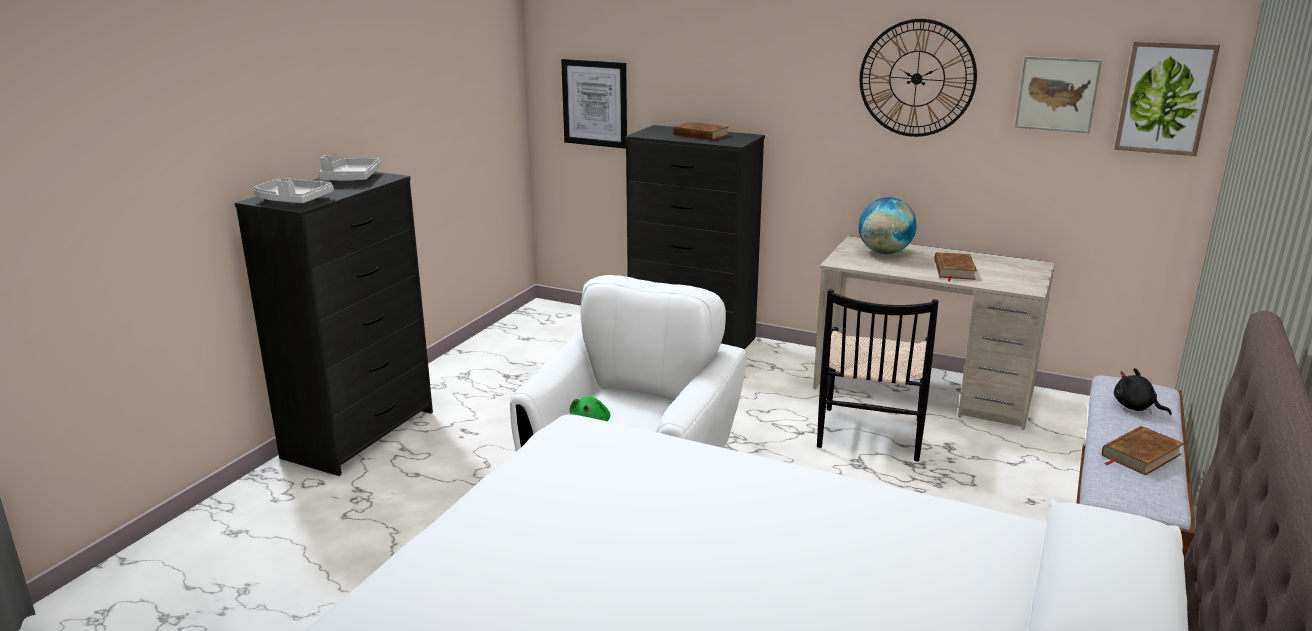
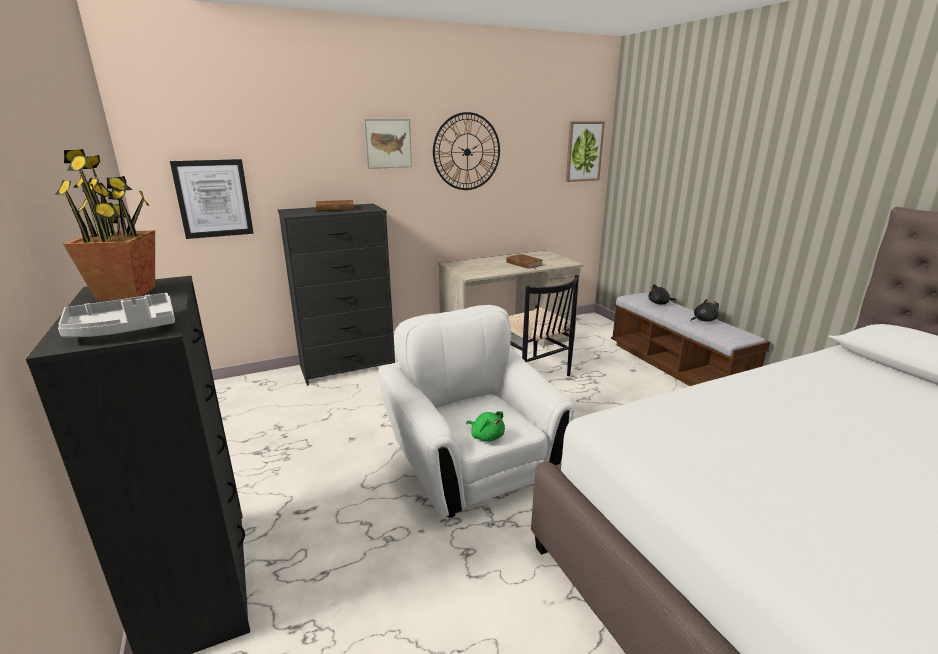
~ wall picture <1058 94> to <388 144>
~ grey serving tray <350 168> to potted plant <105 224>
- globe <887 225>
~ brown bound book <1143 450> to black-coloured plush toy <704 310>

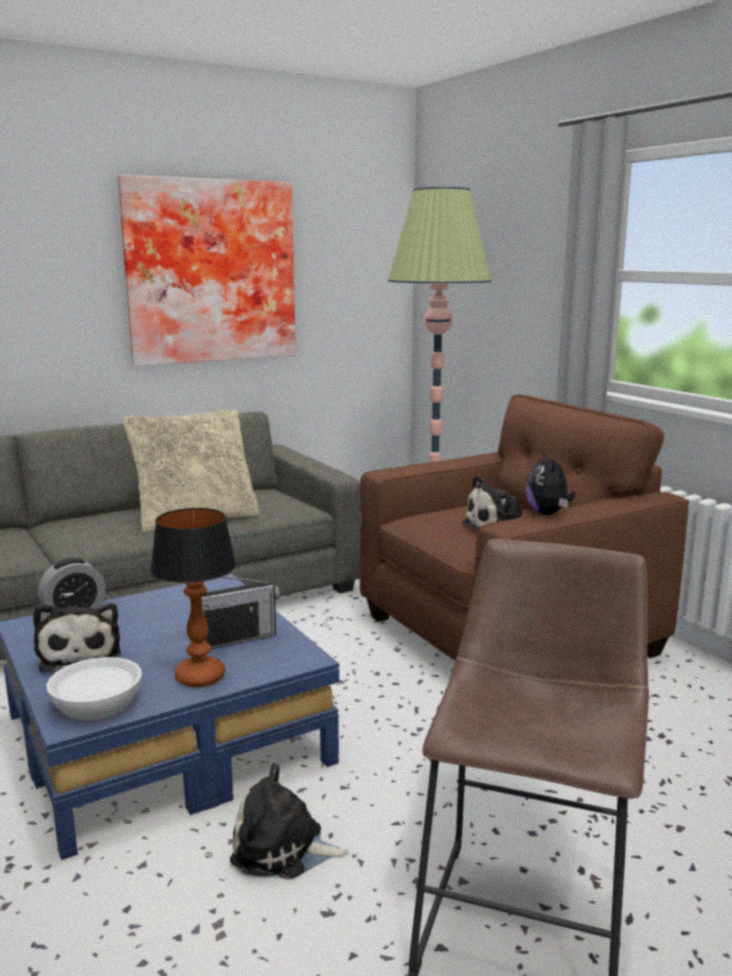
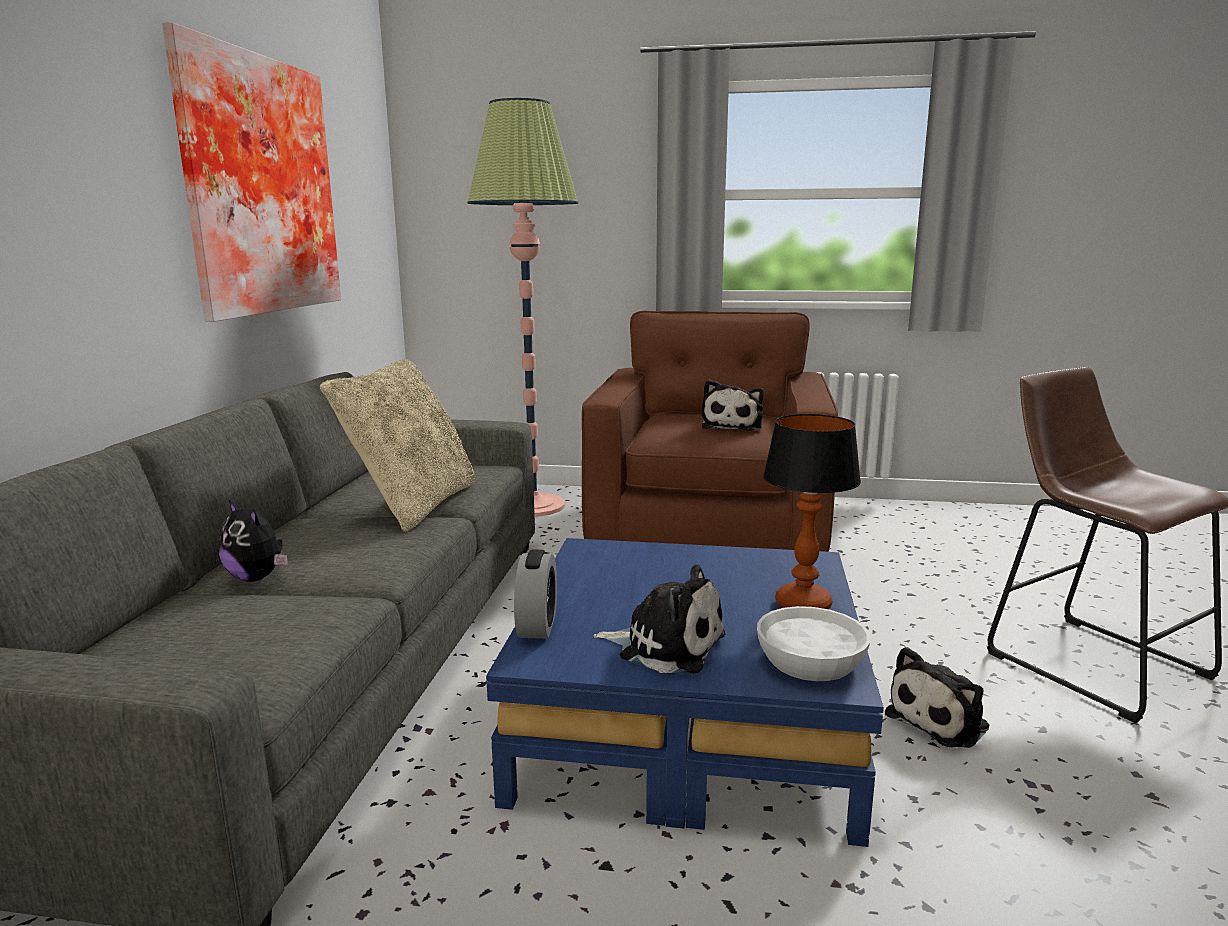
~ plush toy <551 483> to <253 541>
- radio receiver <240 612>

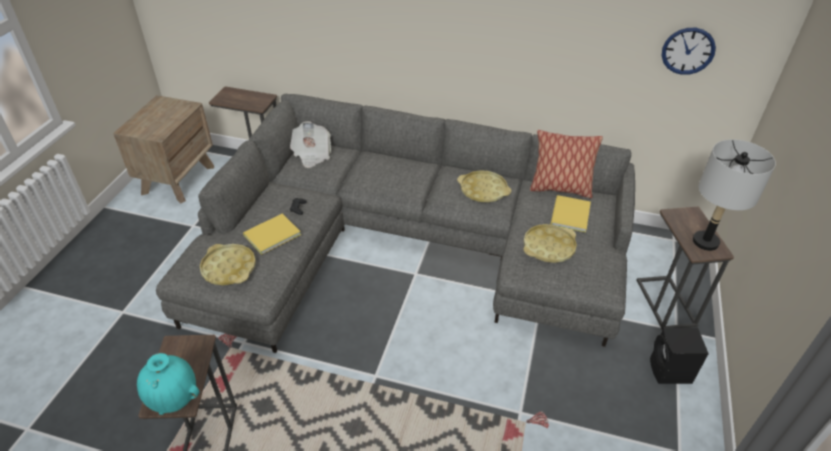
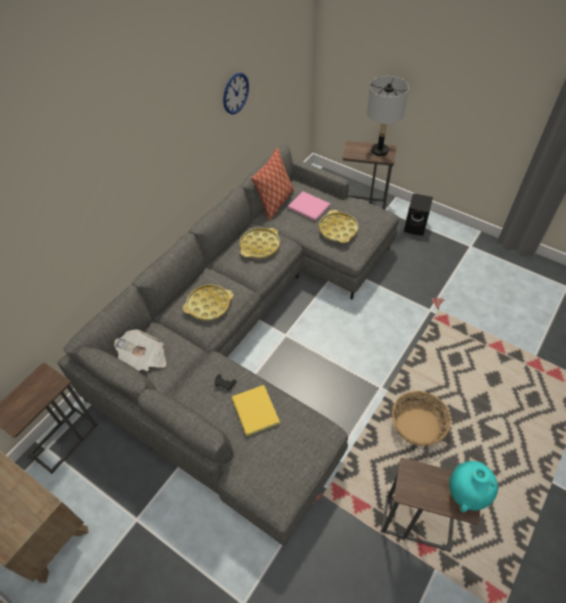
~ hanging clock <689 51> to <236 93>
~ yellow bound book <570 213> to pink-coloured bound book <309 206>
~ yellow serving tray <228 264> to <208 302>
+ basket <421 418>

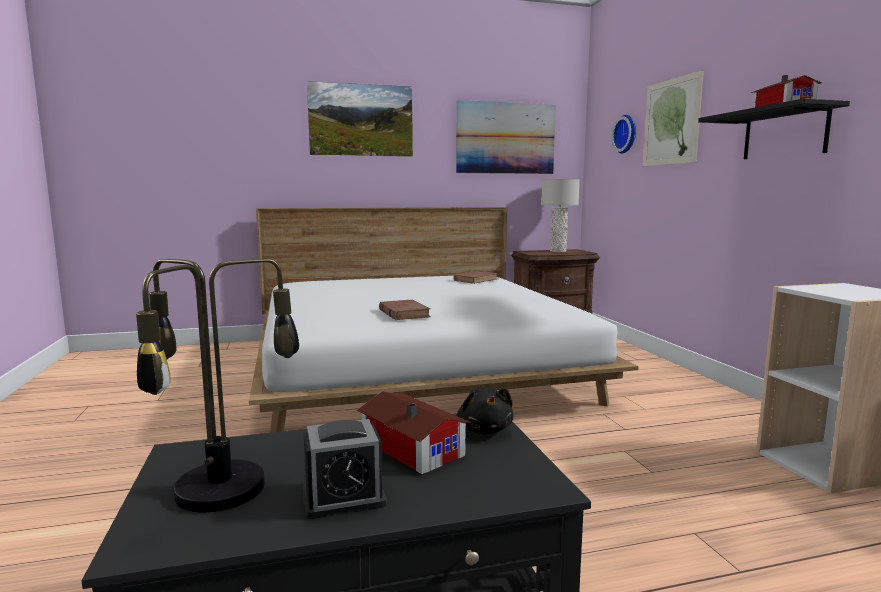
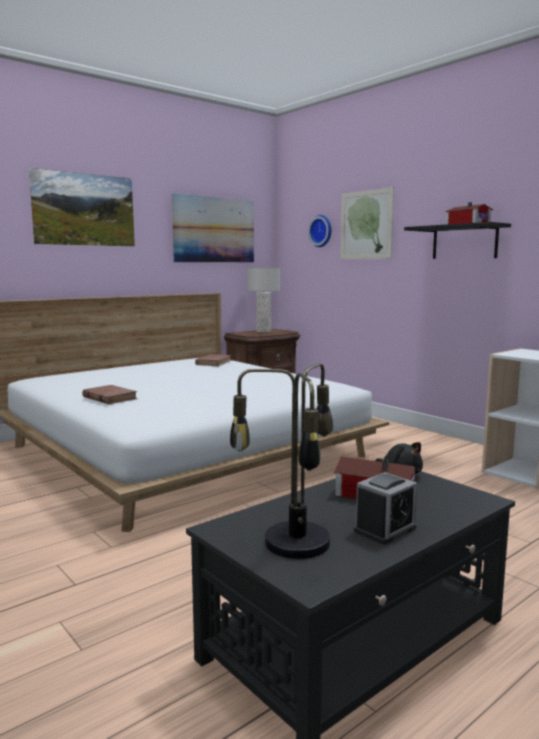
~ brown bound book <405 310> to <109 394>

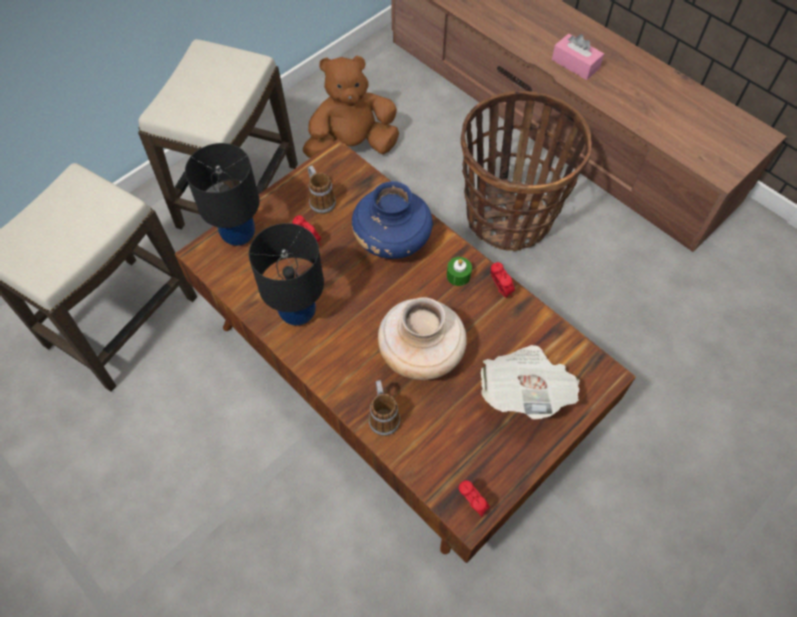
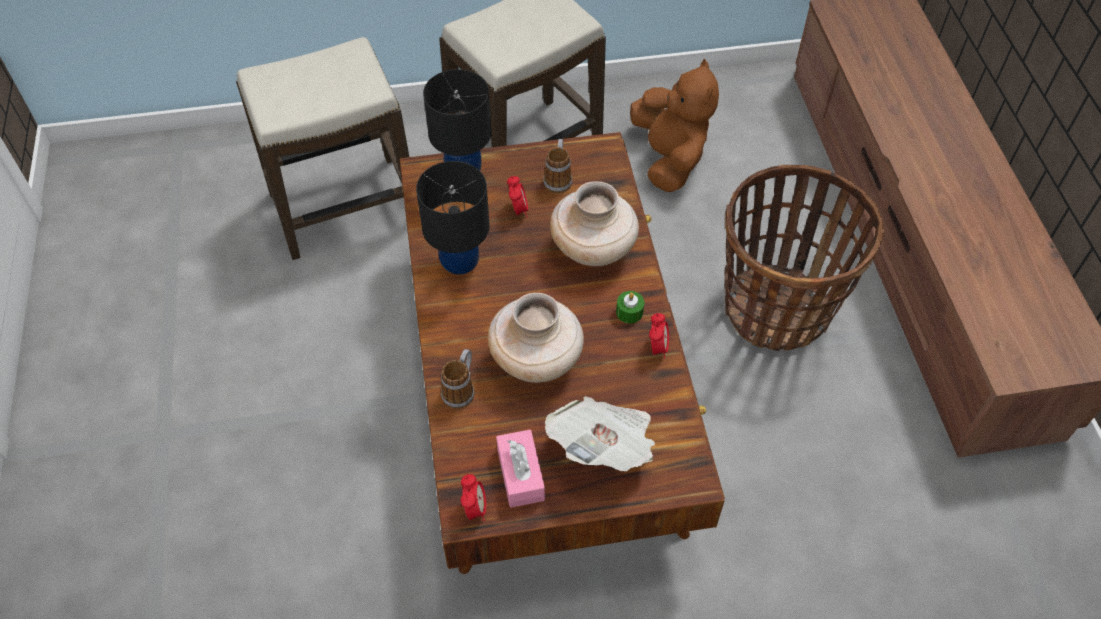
~ pink-coloured box of tissues <578 57> to <520 469>
~ brown plush toy <350 106> = <674 125> 60 degrees clockwise
~ blue decorative vase <392 220> to sand-coloured decorative vase <594 223>

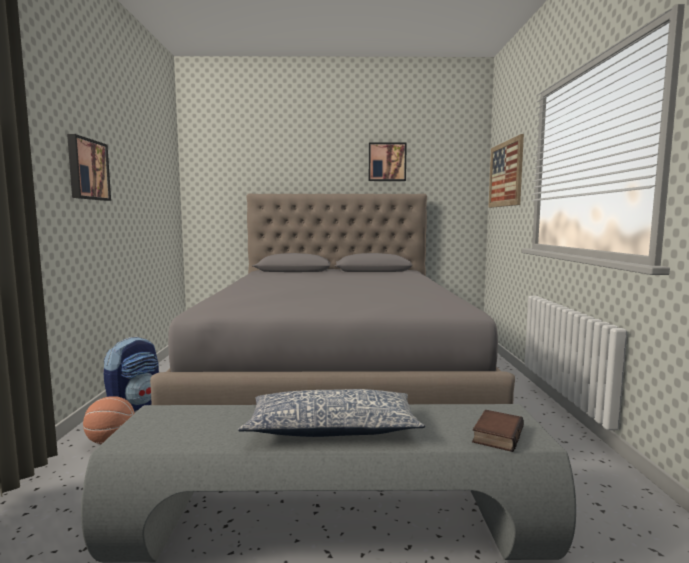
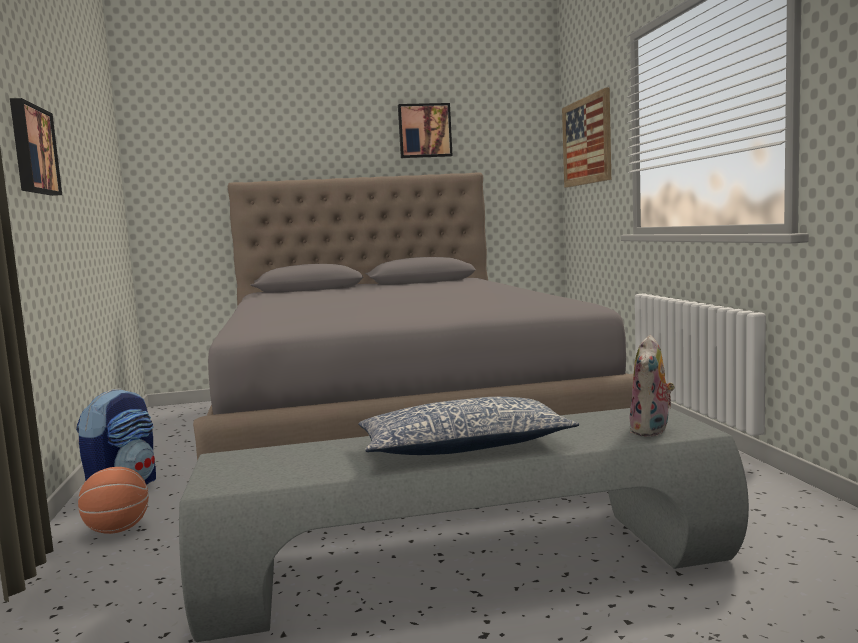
~ bound book <498 431> to plush toy <652 386>

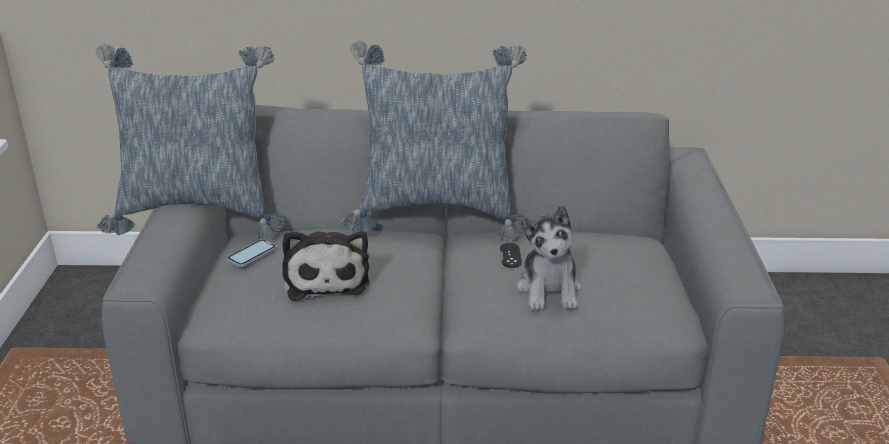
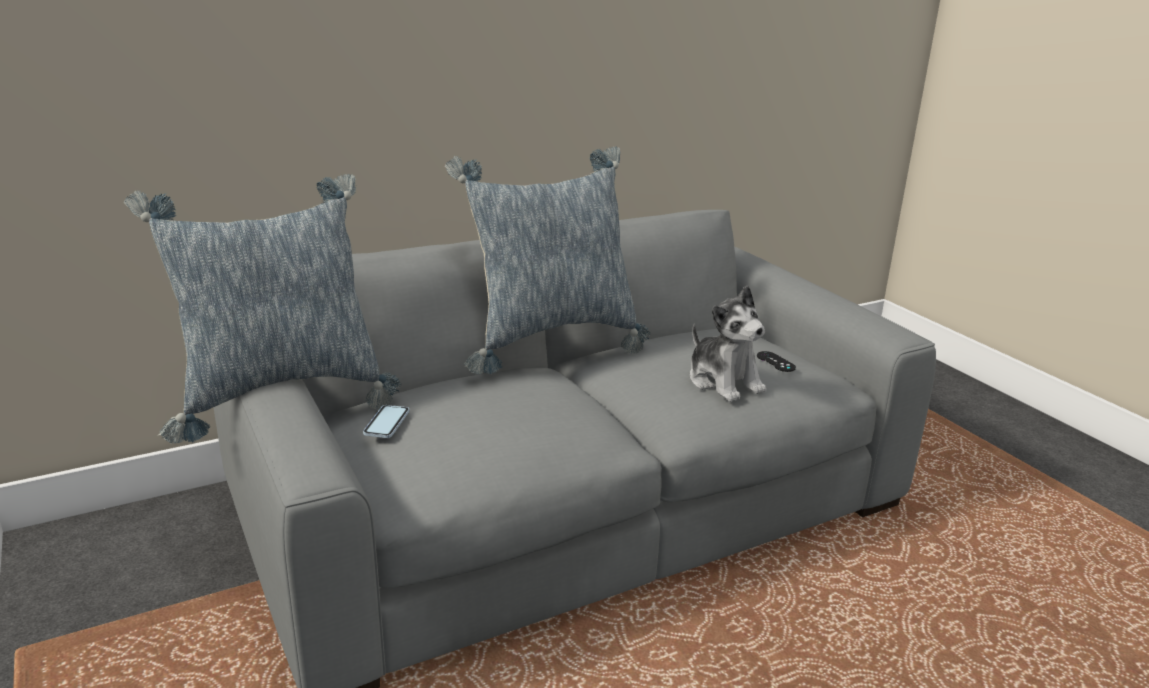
- plush toy <326 266>
~ black-coloured joypad <511 255> to <776 361>

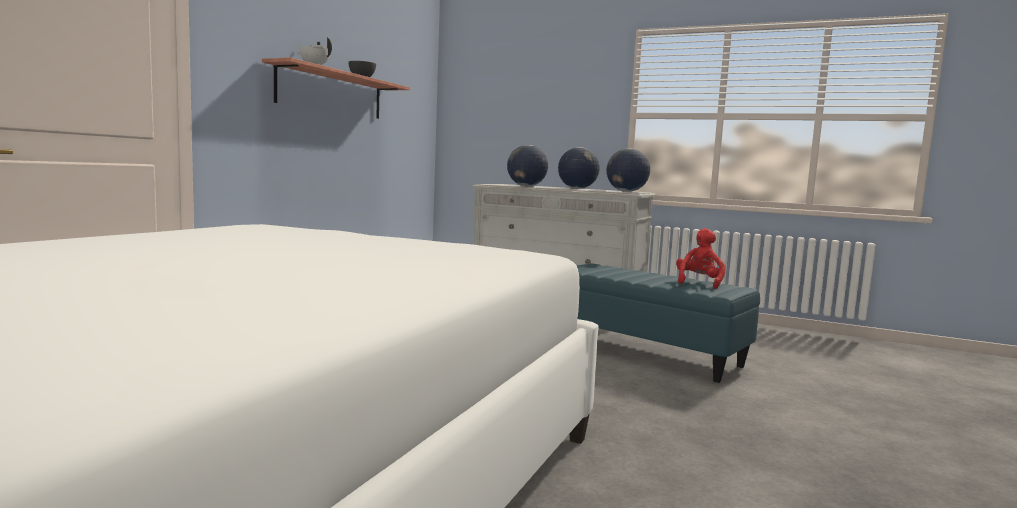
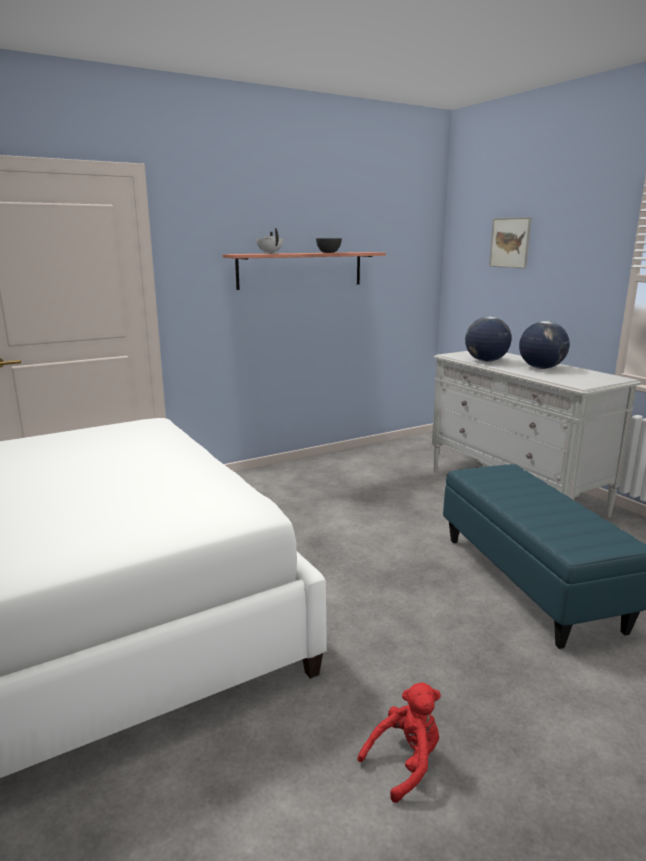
- globe <628 170>
~ reddish plush toy <701 258> to <399 743>
+ wall picture <510 243>

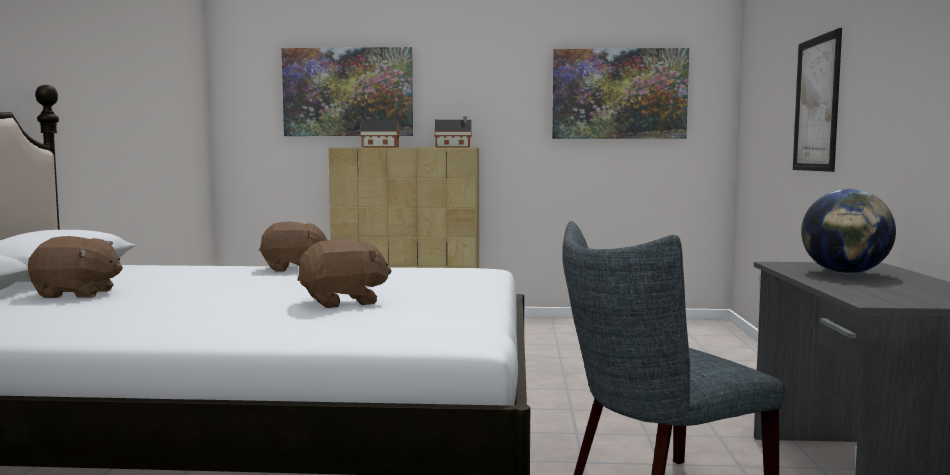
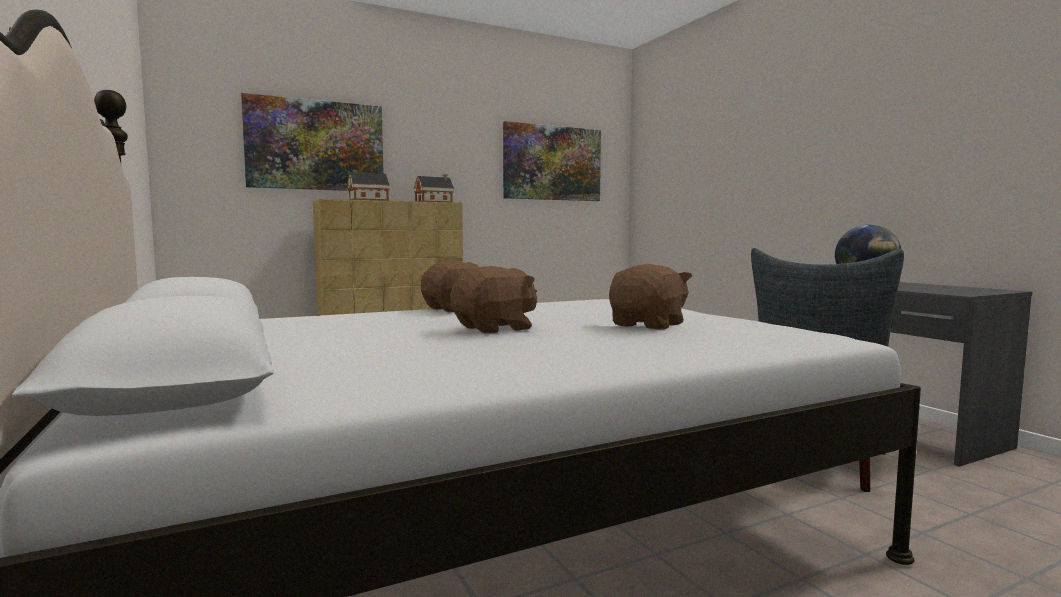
- wall picture <817 100>
~ brown plush toy <75 267> to <494 300>

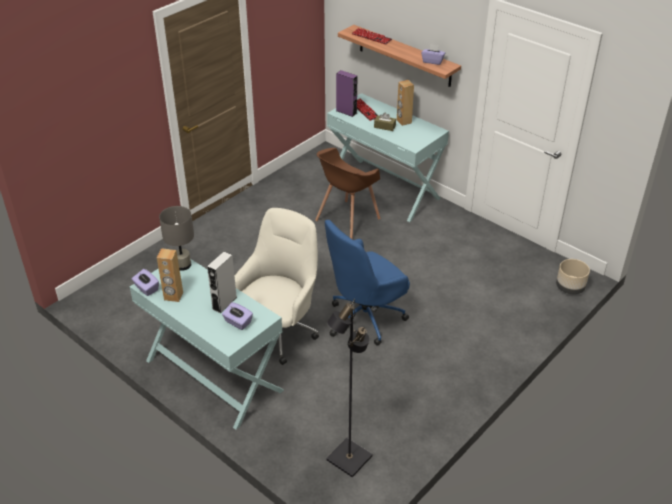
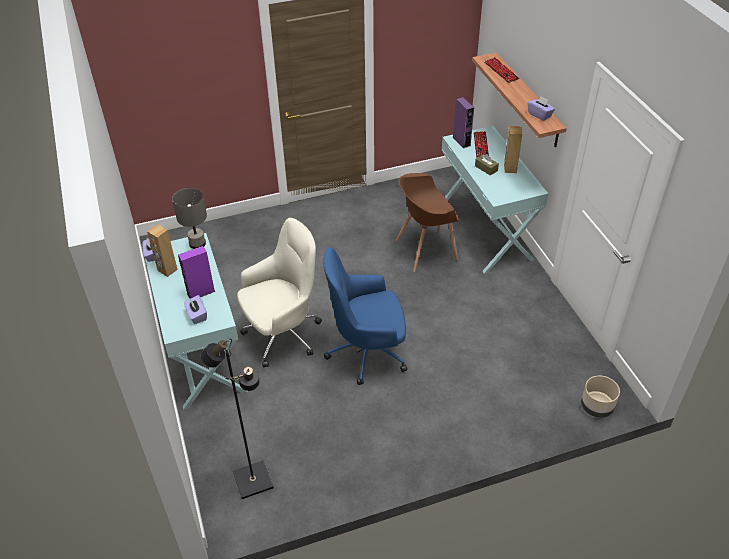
~ grey speaker <222 282> to purple-coloured speaker <197 272>

